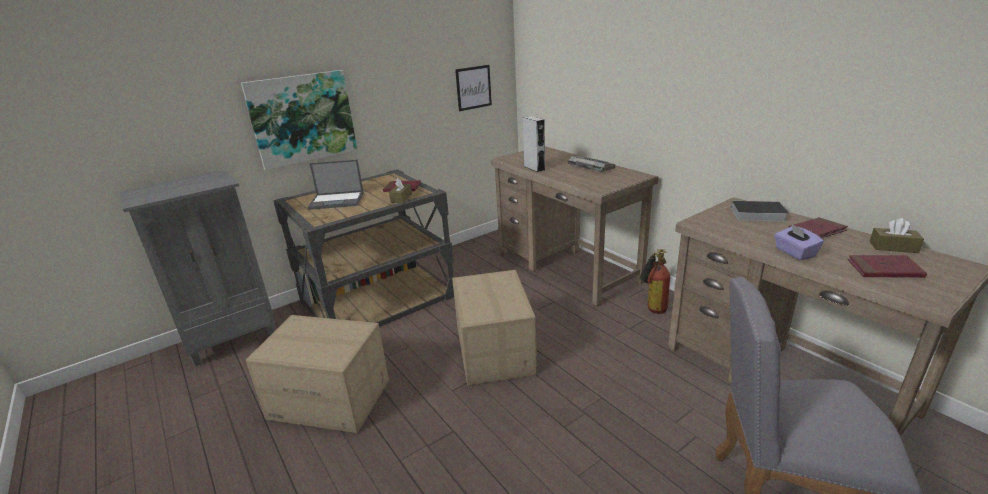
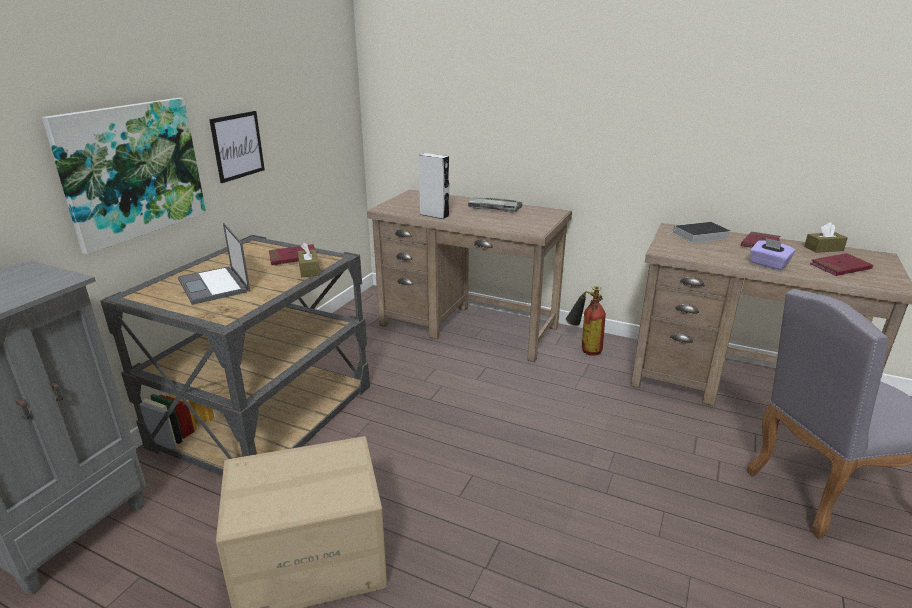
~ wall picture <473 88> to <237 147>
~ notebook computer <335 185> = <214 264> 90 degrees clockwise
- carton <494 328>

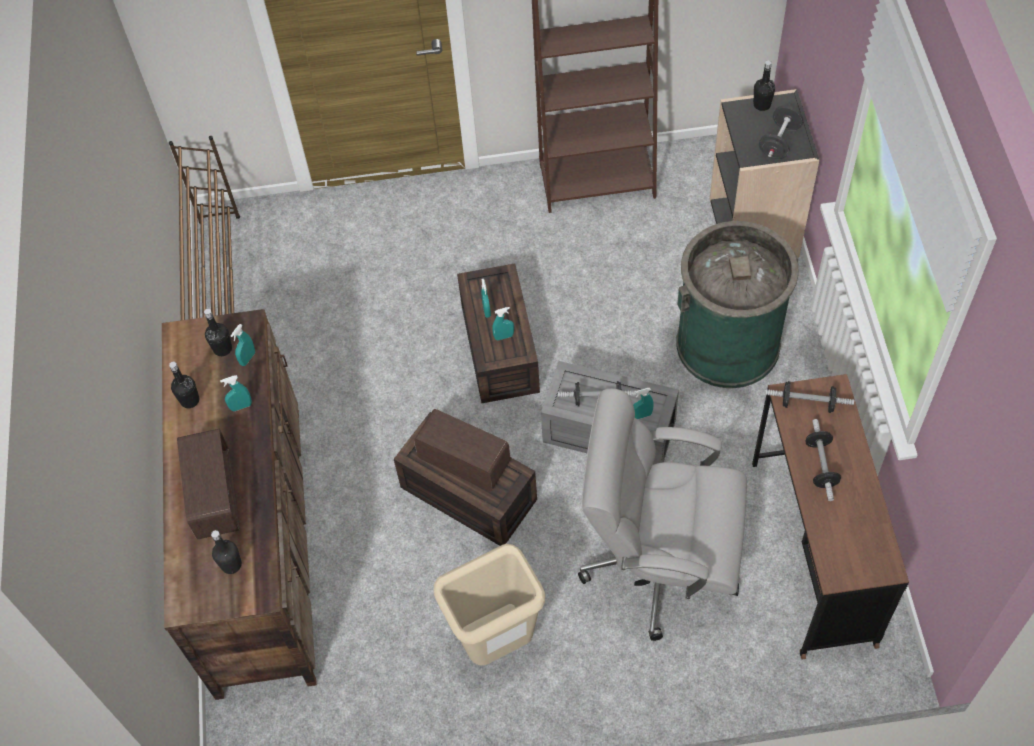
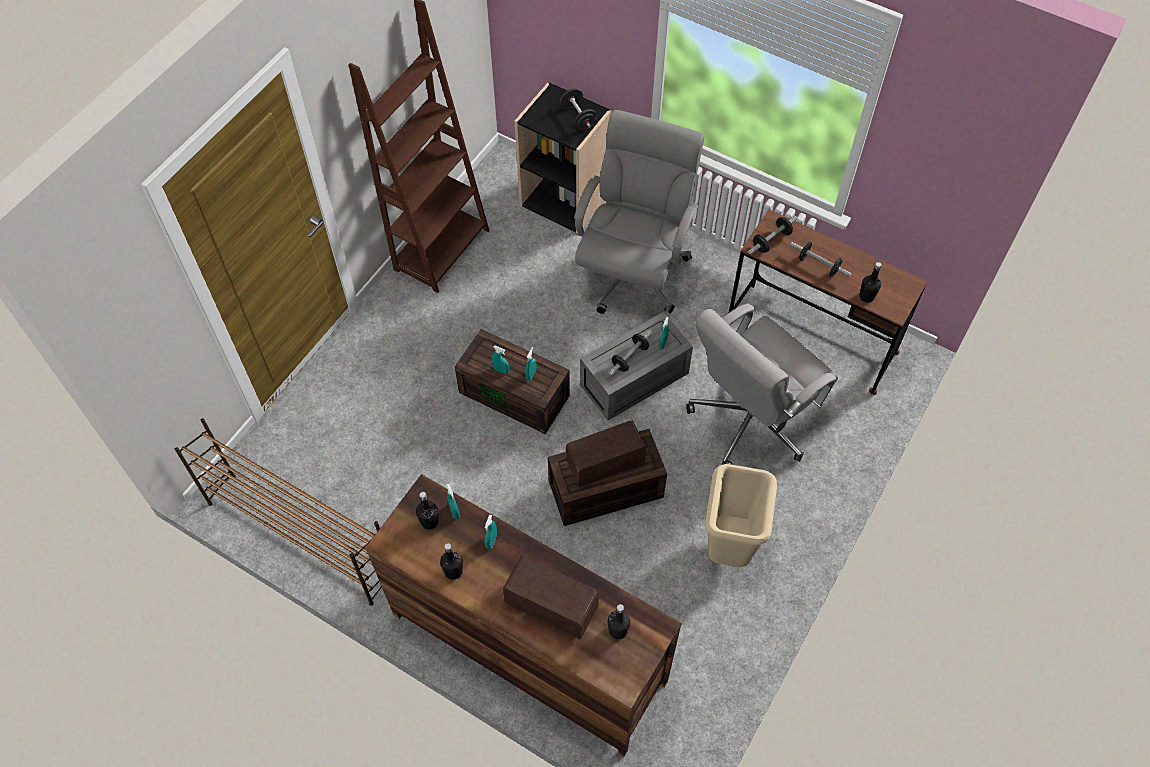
~ black-coloured beverage bottle <764 85> to <870 282>
~ green rubbish bin <737 304> to grey office chair <639 212>

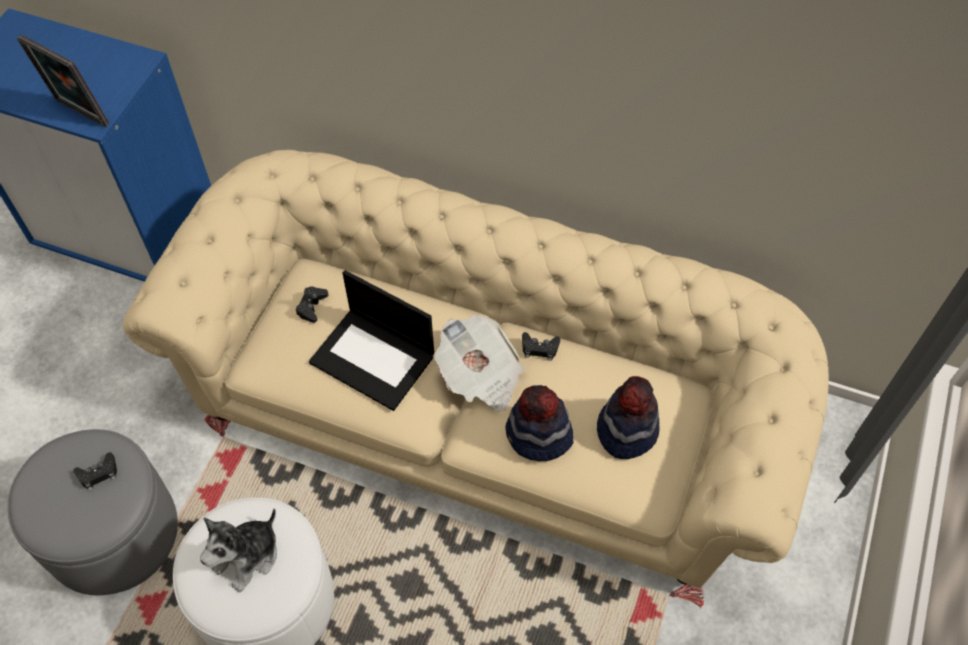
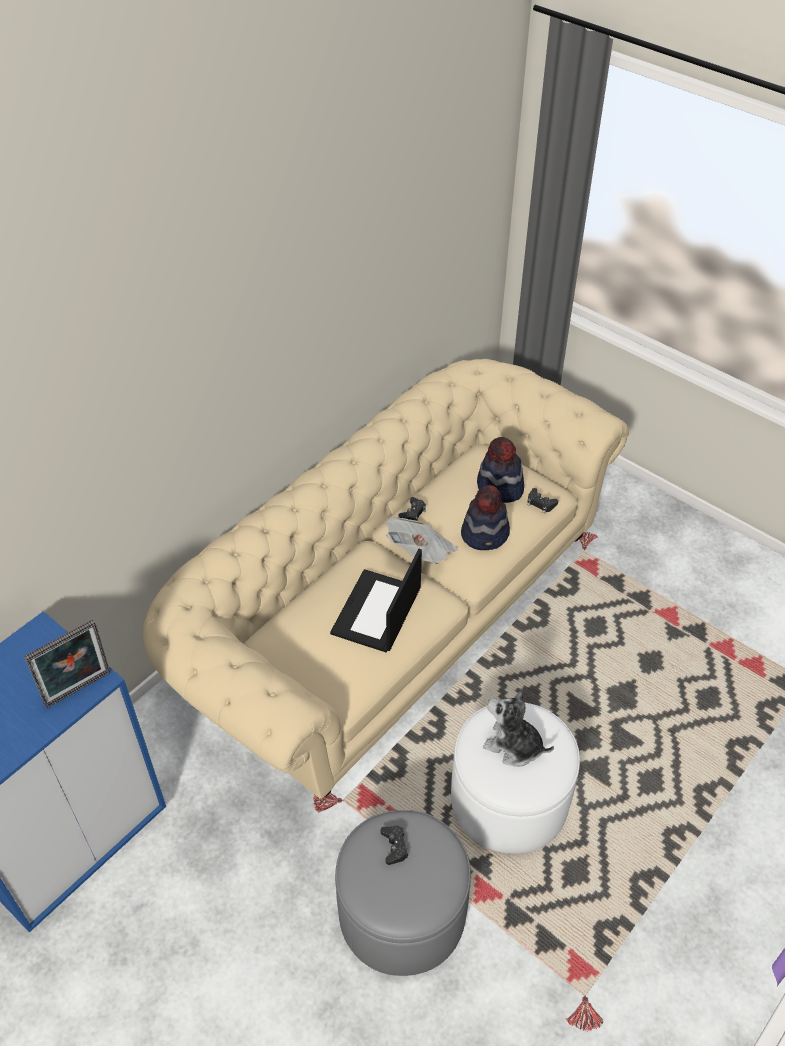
~ notebook computer <371 340> = <376 600> 150 degrees clockwise
~ black-coloured joypad <312 304> to <542 500>
~ plush toy <238 550> = <518 728> 150 degrees clockwise

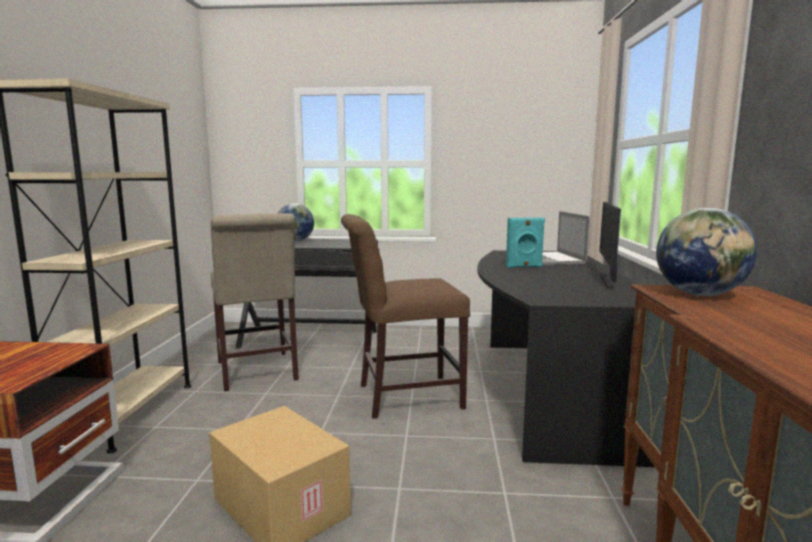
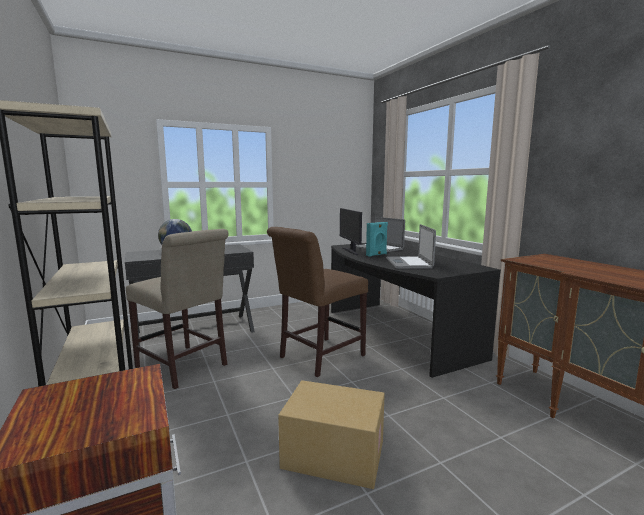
~ computer display <610 245> to <351 231>
- globe <706 252>
+ notebook computer <411 246>

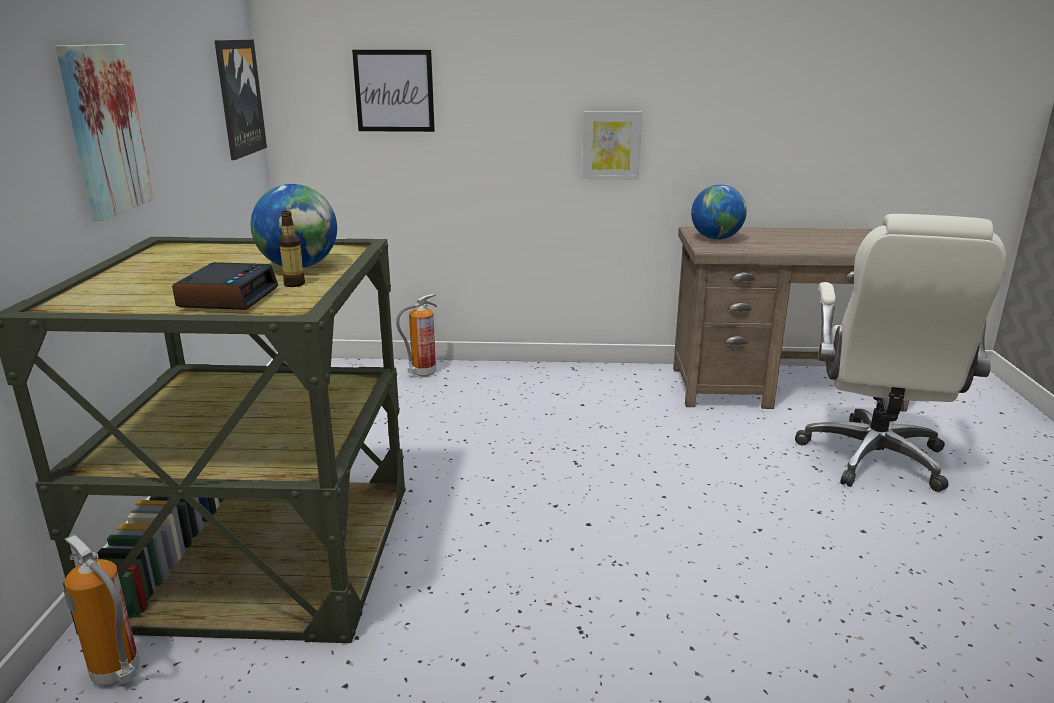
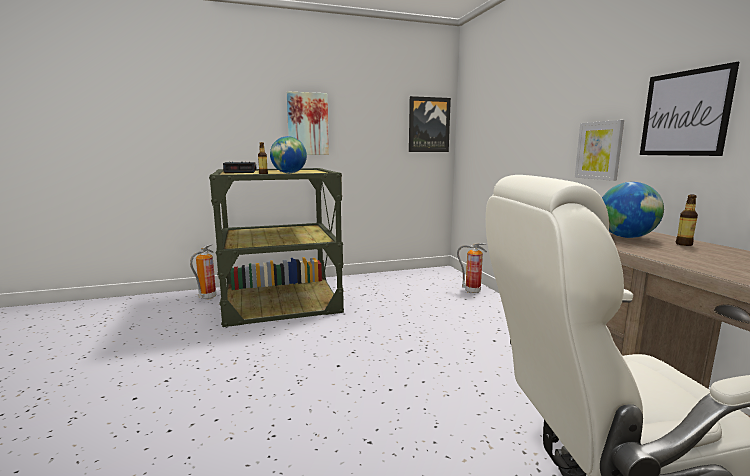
~ wall picture <393 91> to <689 109>
+ beverage bottle <687 220>

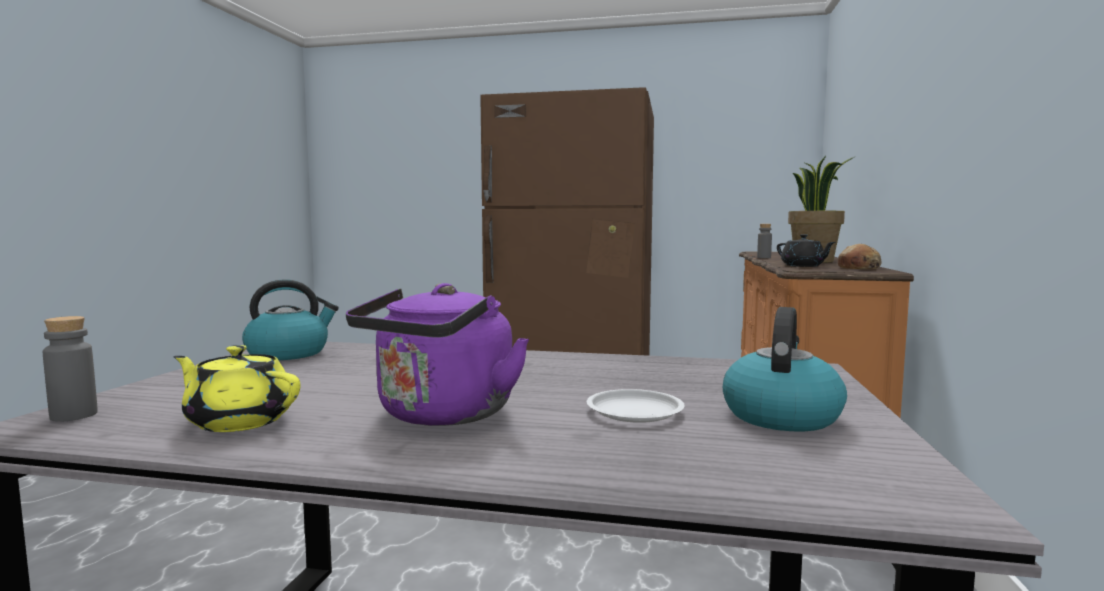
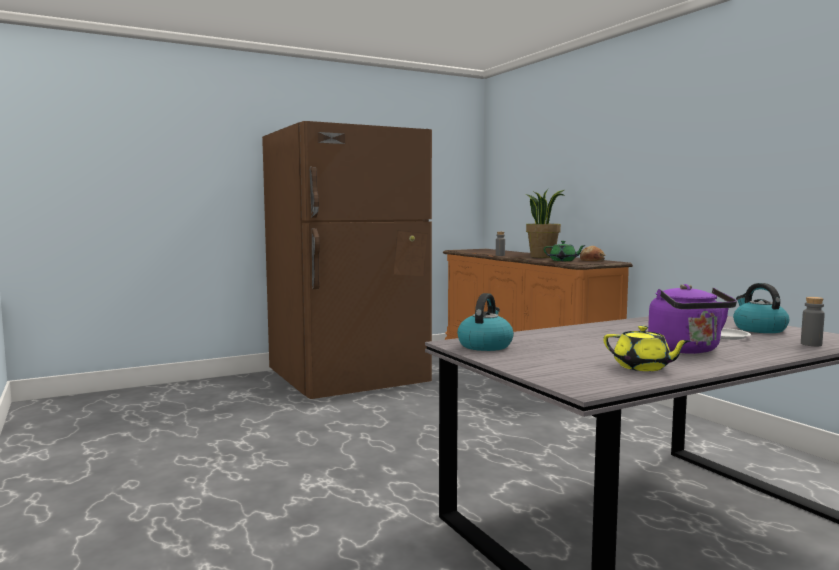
~ black-coloured tea pot <806 250> to green tea pot <565 251>
~ grey beverage bottle <70 369> to <813 321>
~ yellow tea pot <236 388> = <646 348> 120 degrees counterclockwise

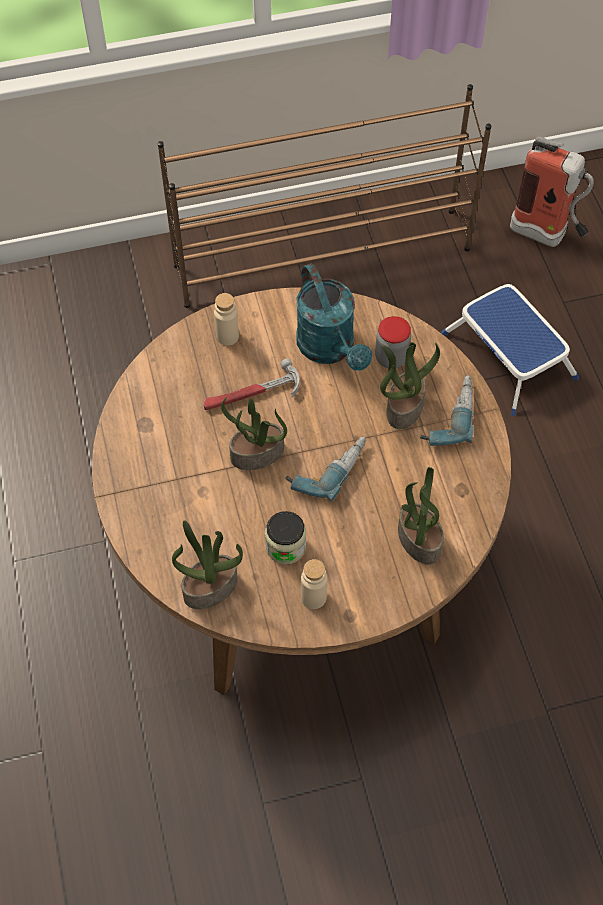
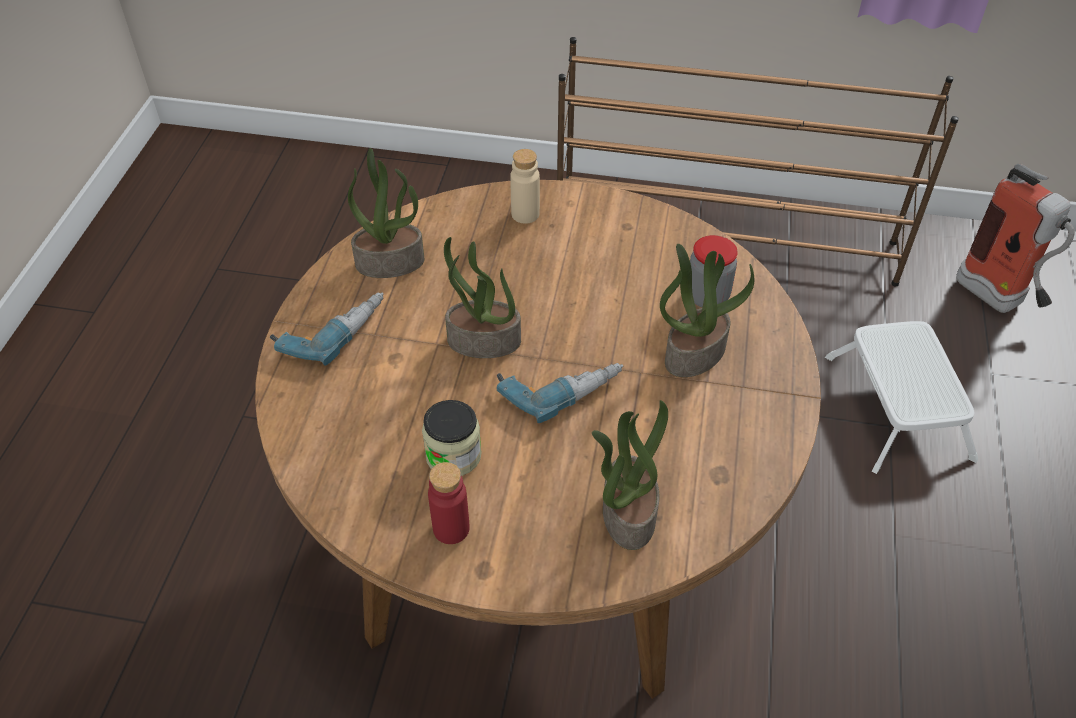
- turquoise-coloured sprinkling can <334 317>
~ blue stepladder <510 350> to white-coloured stepladder <901 397>
- hand hammer <251 384>
~ drill <447 410> to <327 329>
~ potted plant <207 564> to <386 213>
~ sand-coloured beverage bottle <314 584> to reddish beverage bottle <448 503>

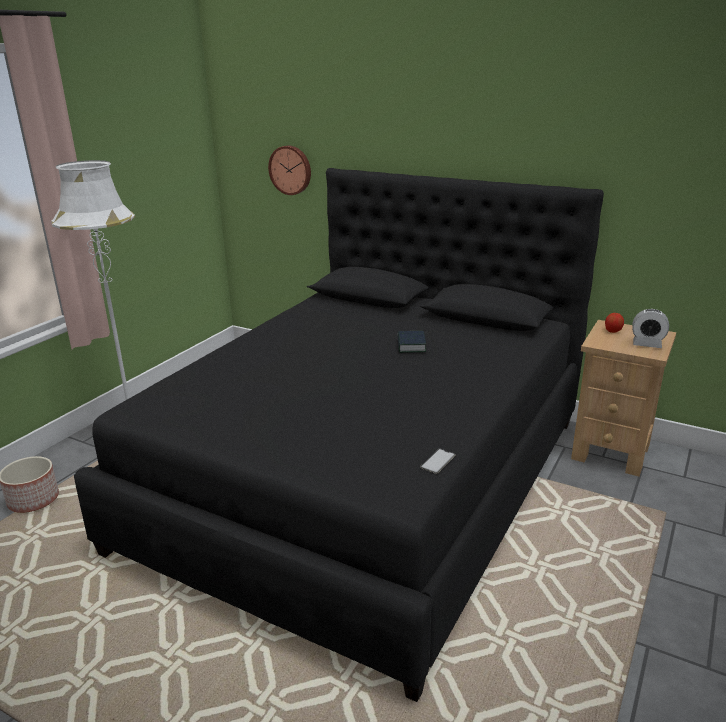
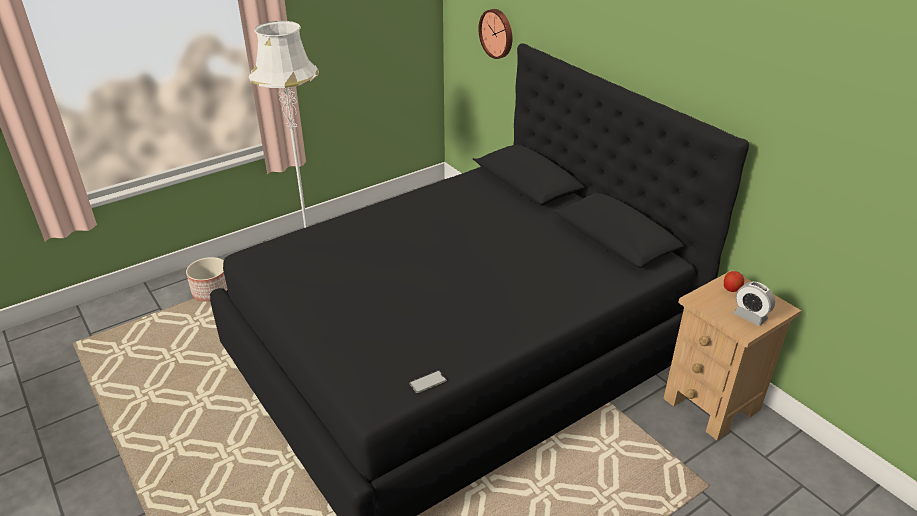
- bound book <412 342>

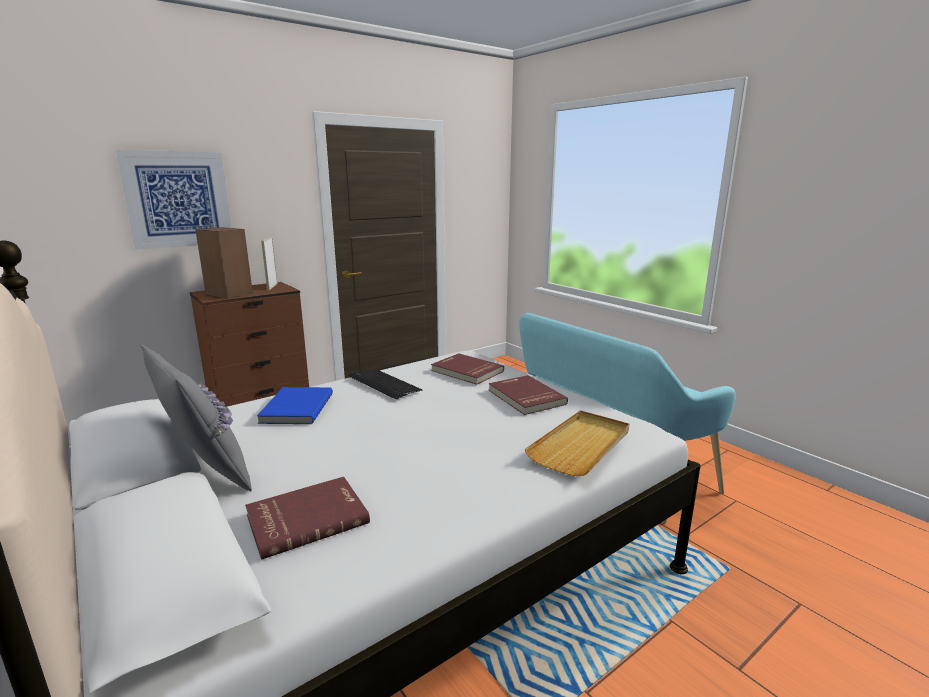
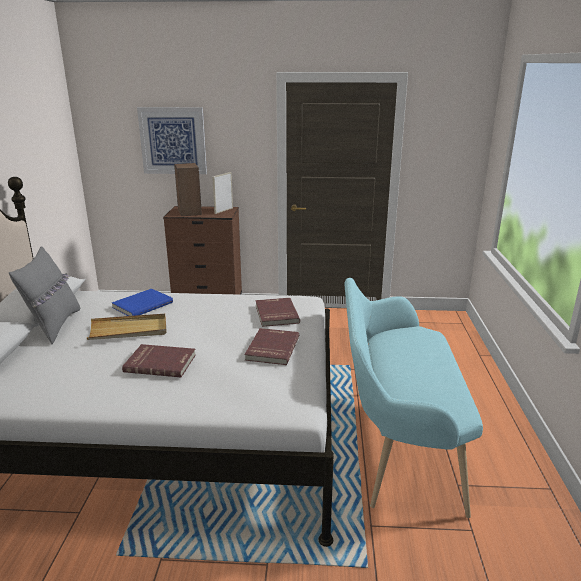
- PC keyboard <385 384>
~ sand-coloured serving tray <577 443> to <126 327>
~ reddish bound book <307 518> to <159 360>

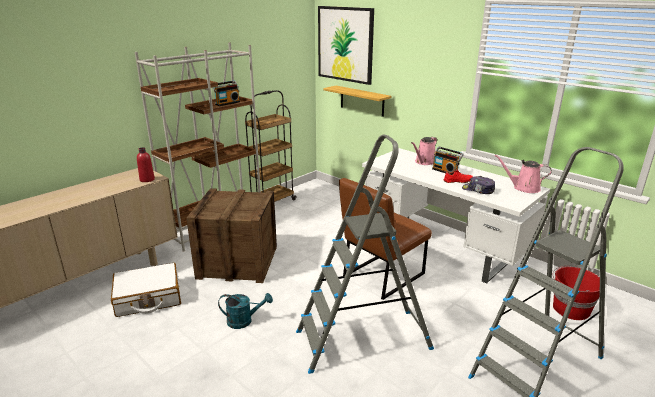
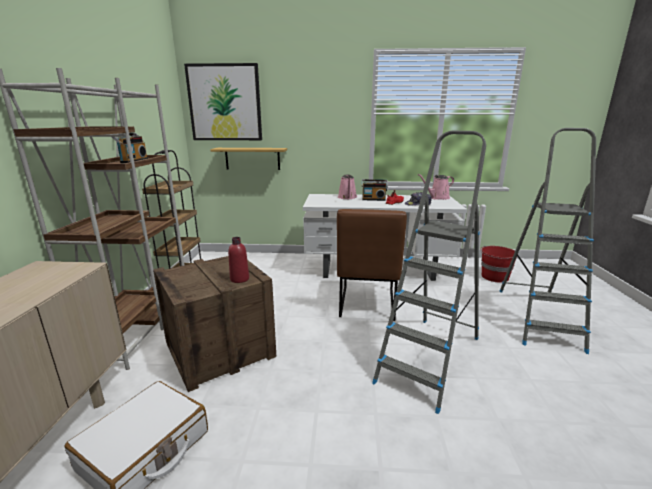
~ reddish beverage bottle <146 164> to <238 260>
- turquoise-coloured sprinkling can <245 311>

